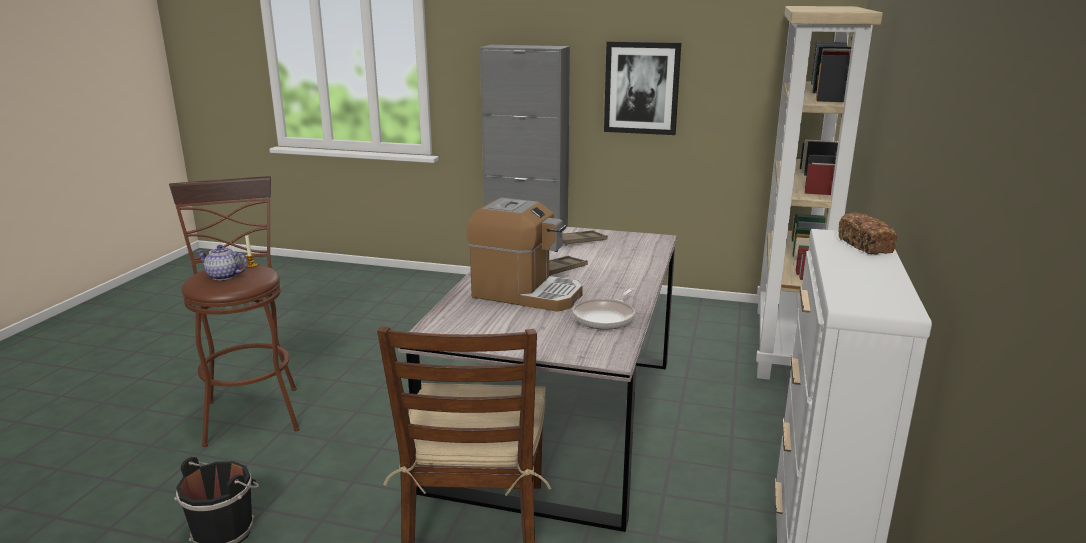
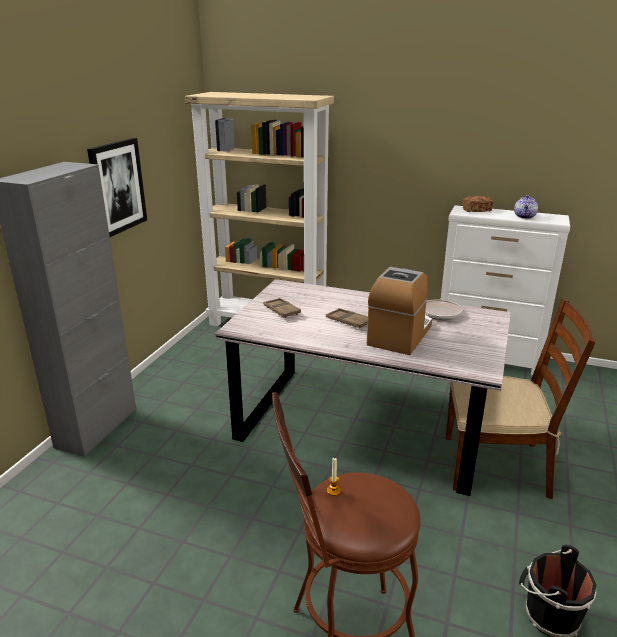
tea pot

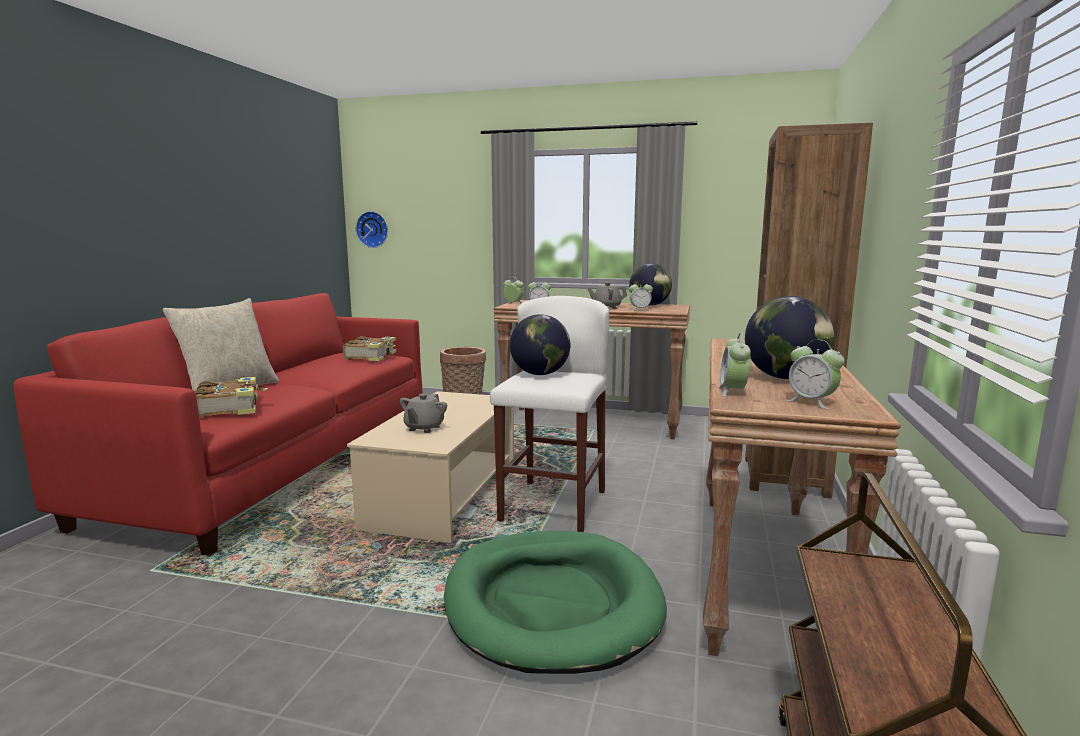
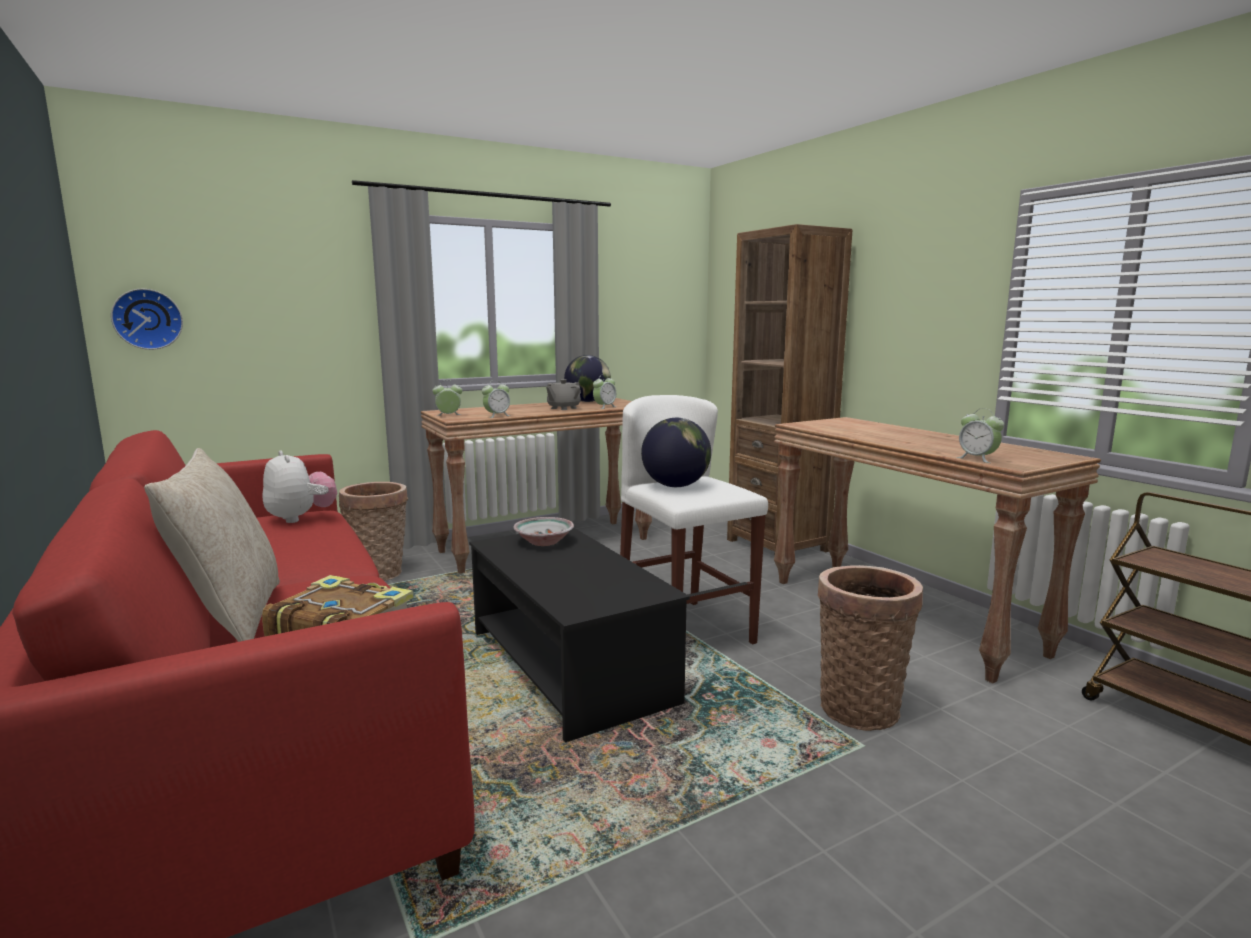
soft toy
black-coloured lounge table
greyish tea pot (1st from left in the first image)
household basket (2nd from left)
world globe (3rd from left in the first image)
alarm clock (5th from left in the first image)
deep dish

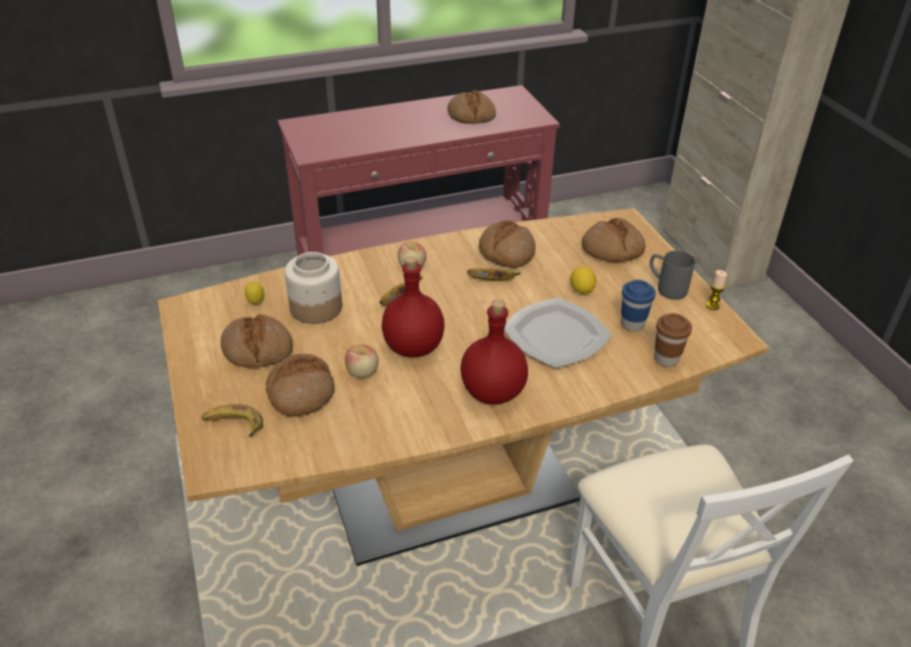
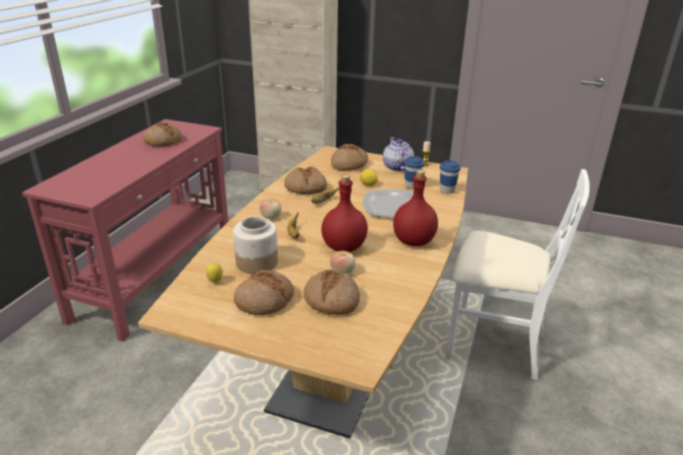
banana (1st from left in the first image)
tea pot
bluish drinking cup (2nd from left)

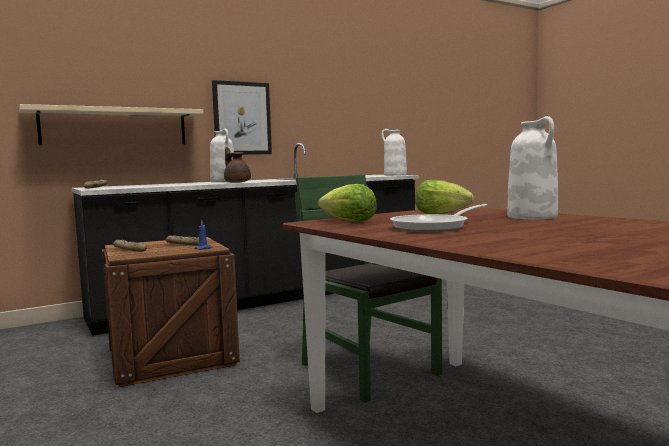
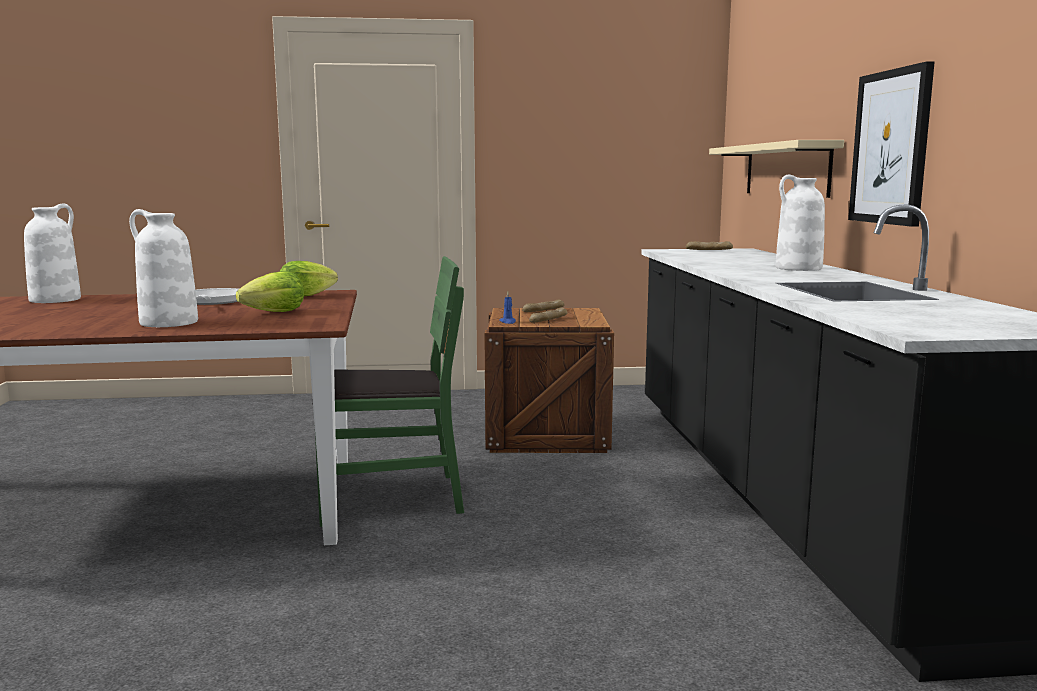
brown-coloured tea pot
white vase (1st from left)

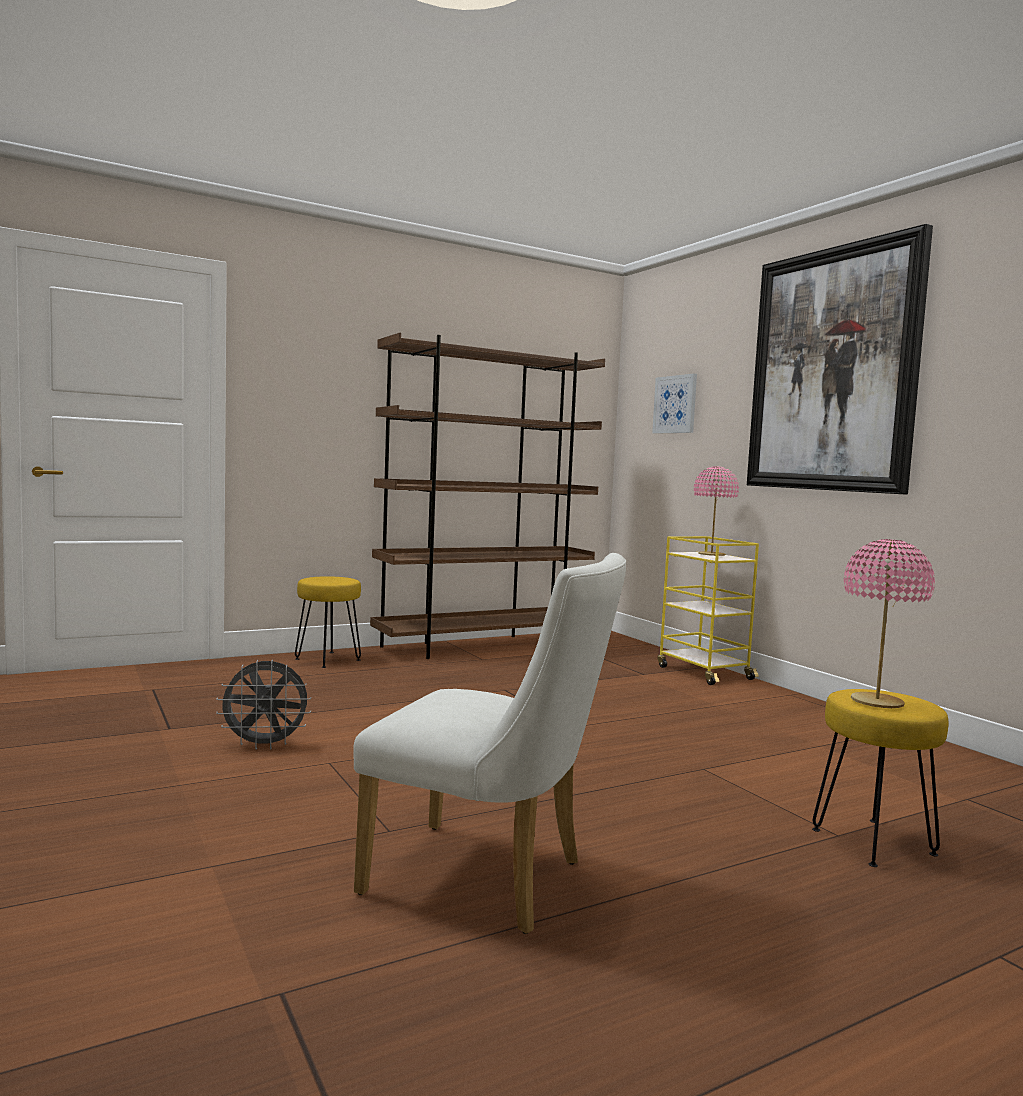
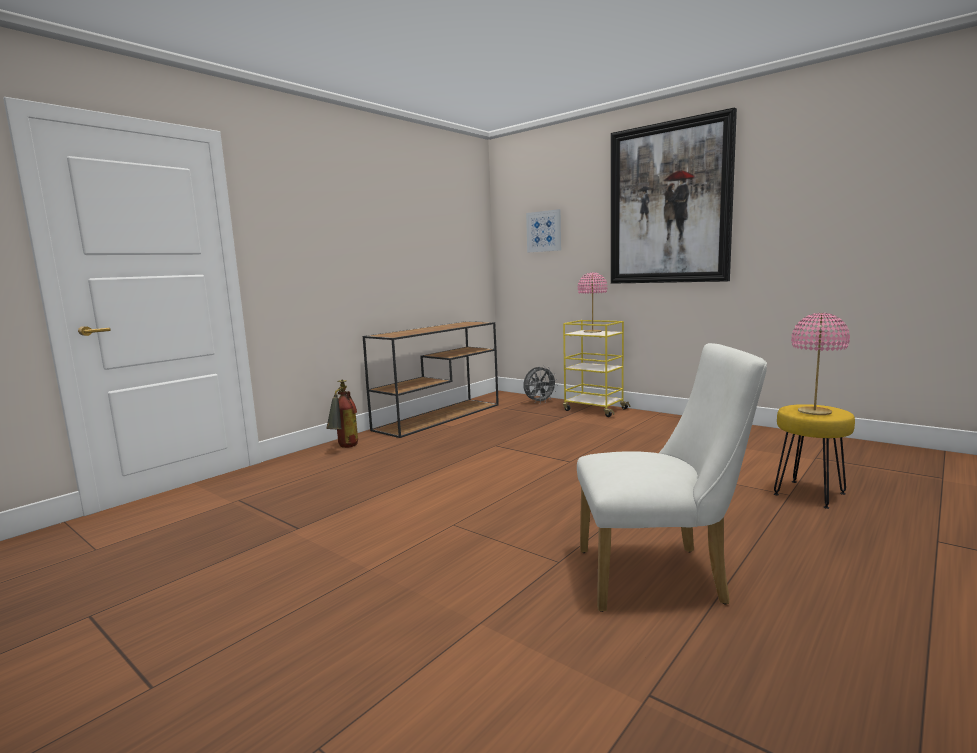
greyish fan
fire extinguisher
brown-coloured hall table

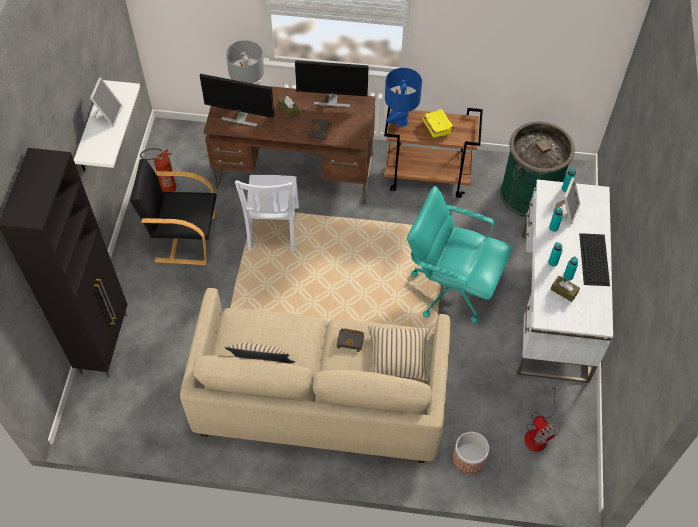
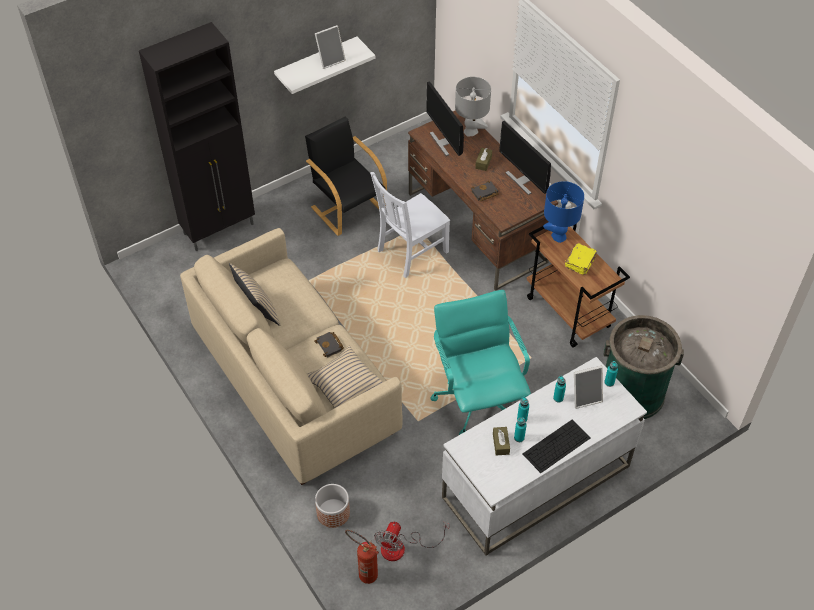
fire extinguisher

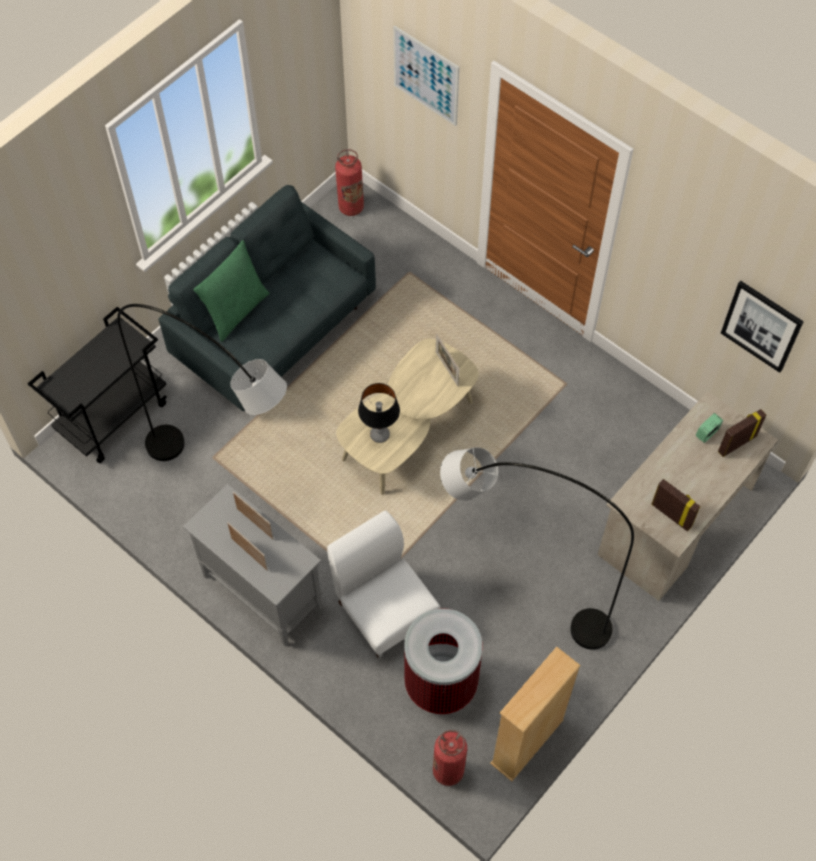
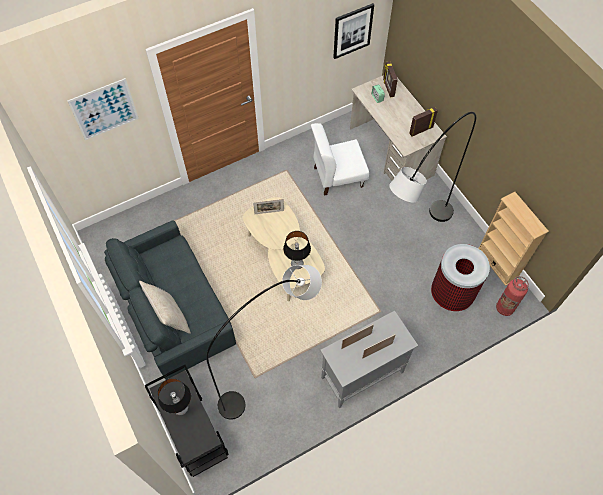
sand-coloured throw pillow
white plain chair
fire extinguisher (1st from left in the first image)
tabletop lamp (1st from left)

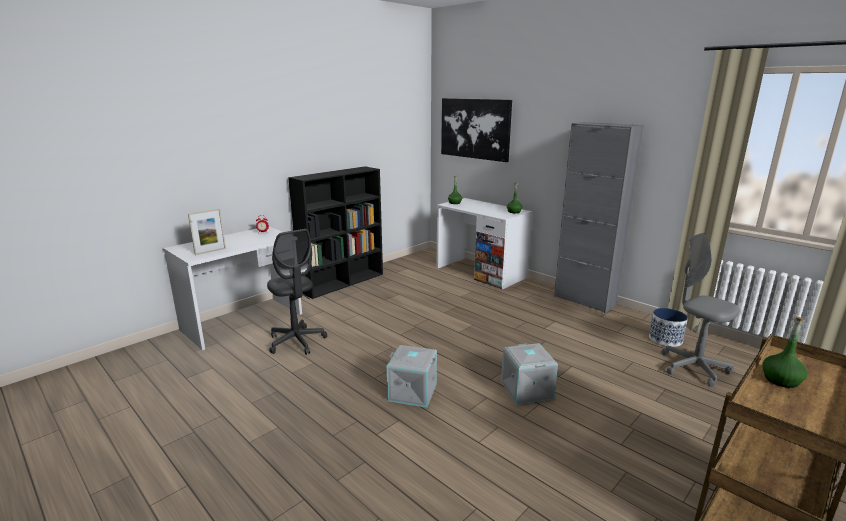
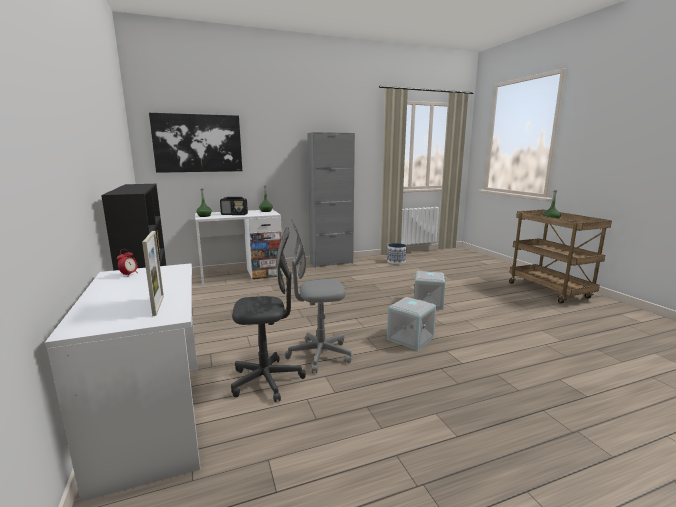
greyish office chair (2nd from left)
radio receiver

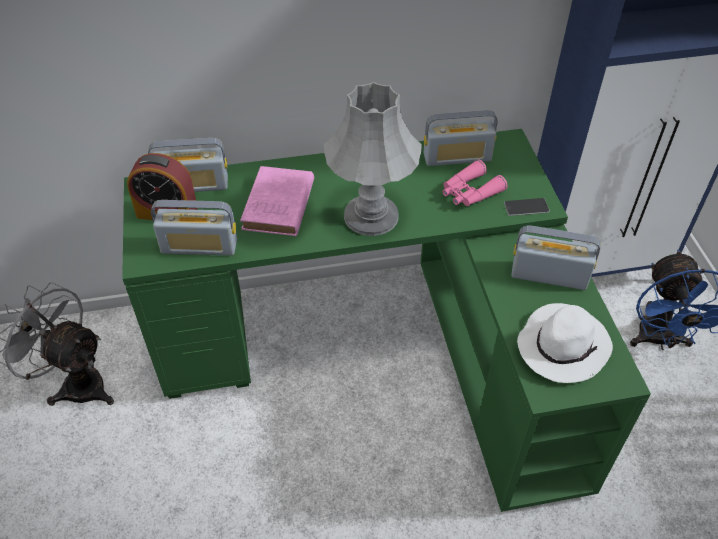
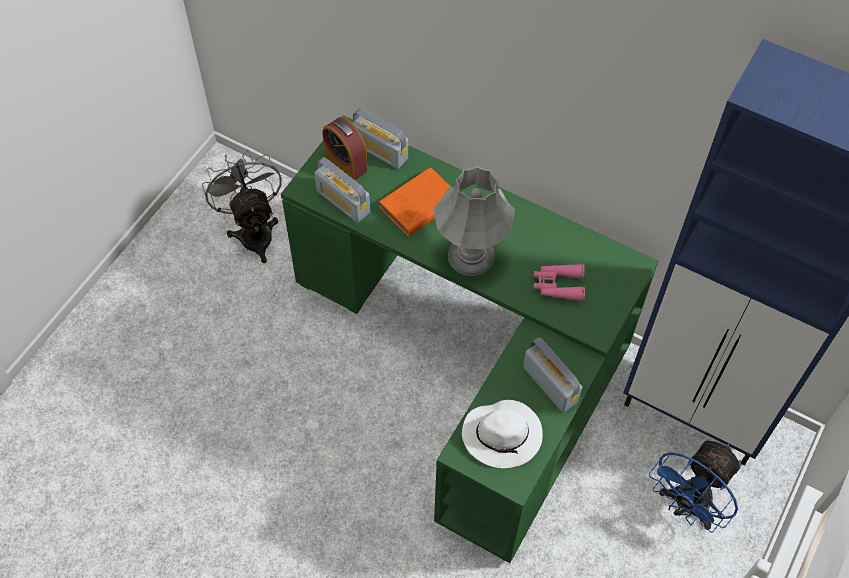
orangey volume
radio receiver (3rd from left in the first image)
phone

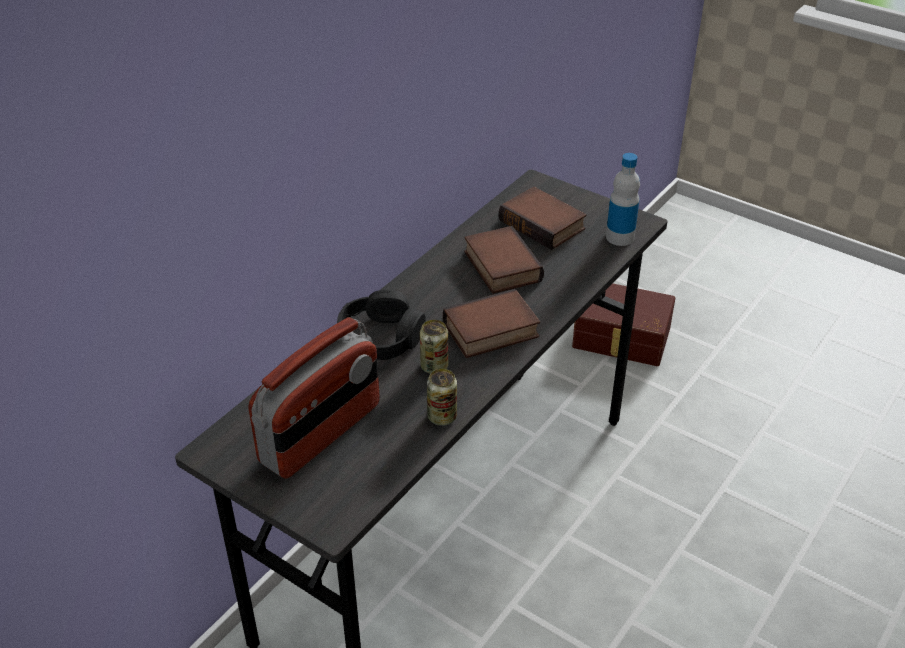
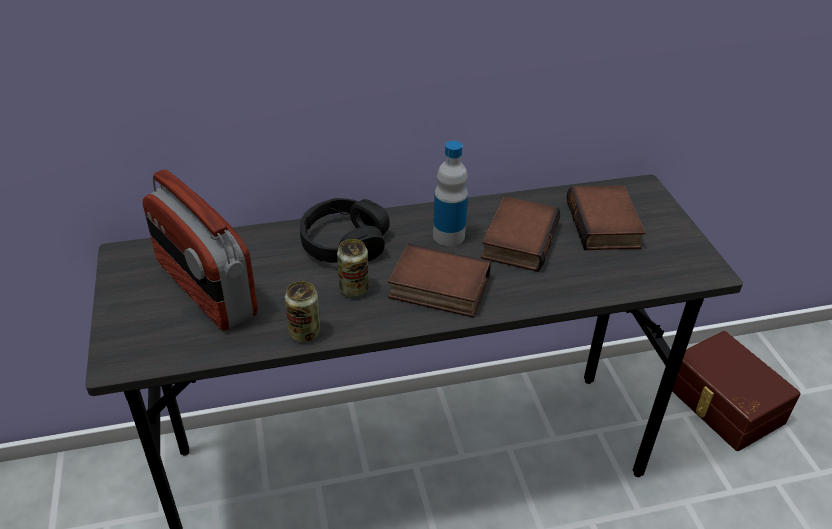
radio receiver
drink bottle

